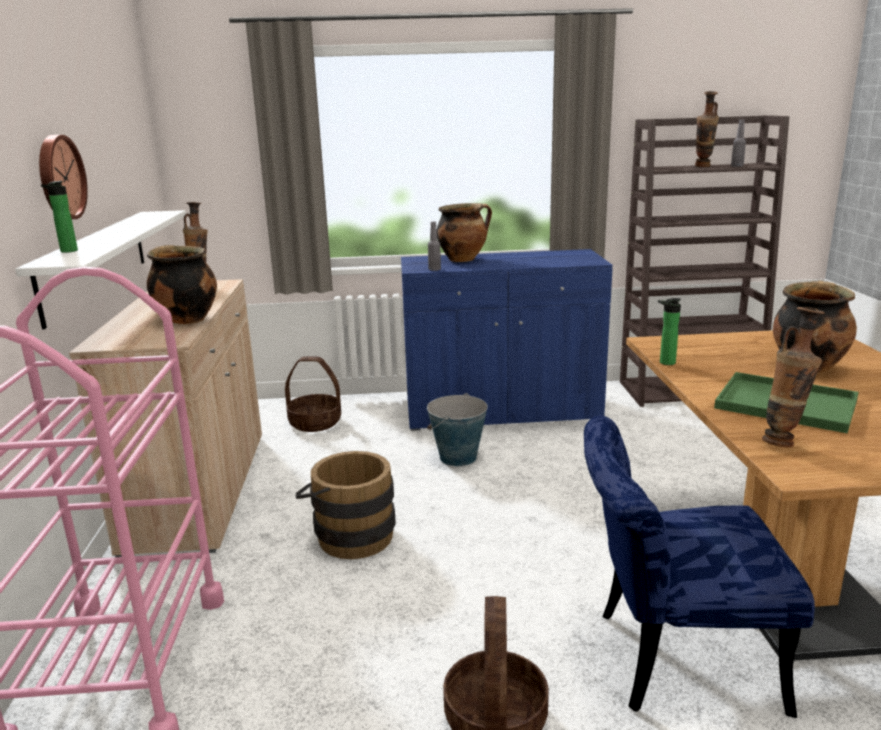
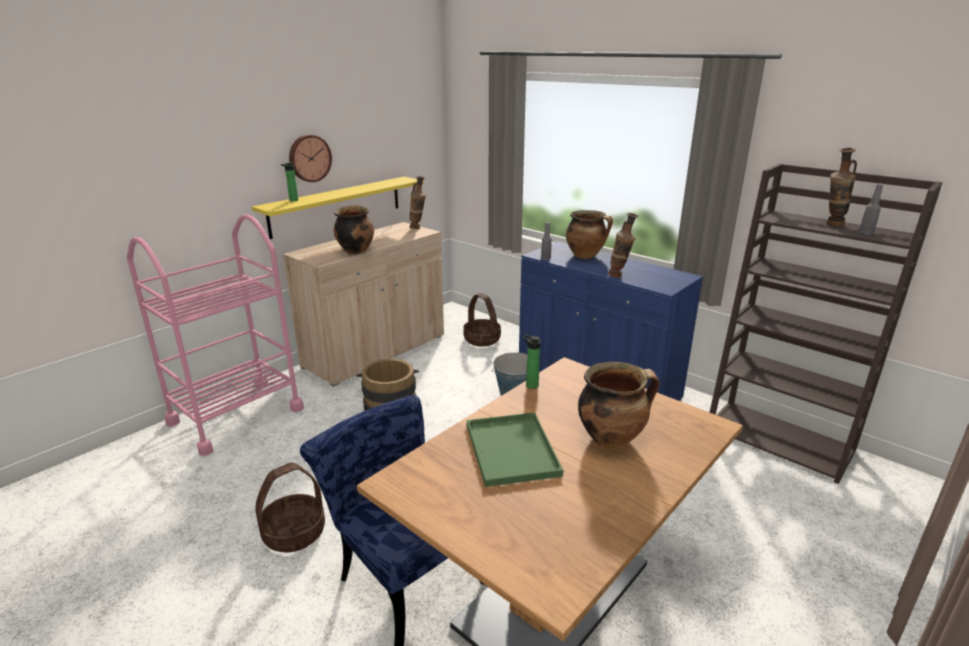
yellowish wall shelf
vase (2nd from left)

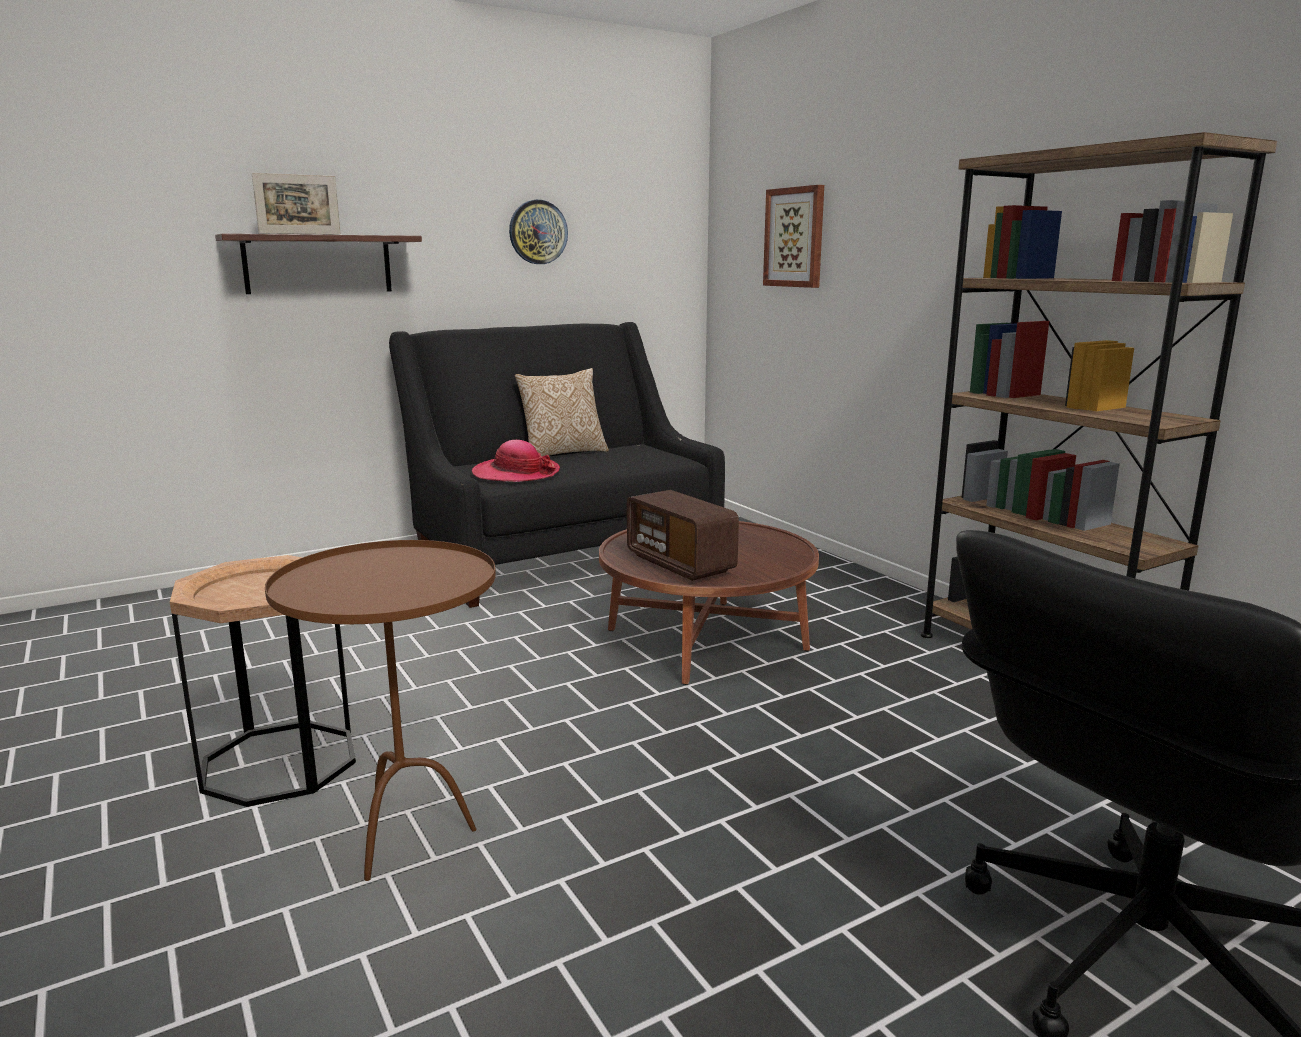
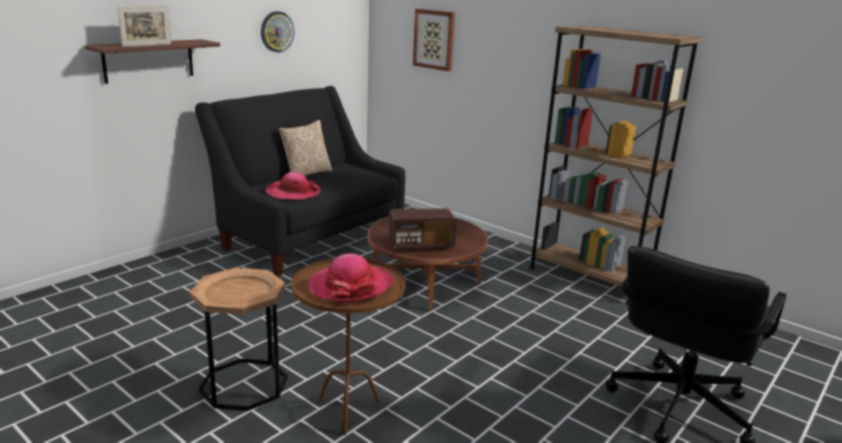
radio receiver
clothing hat (2nd from left)

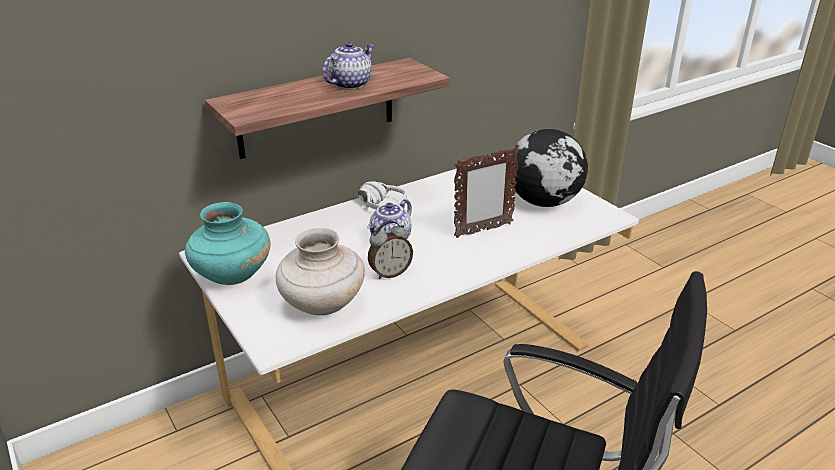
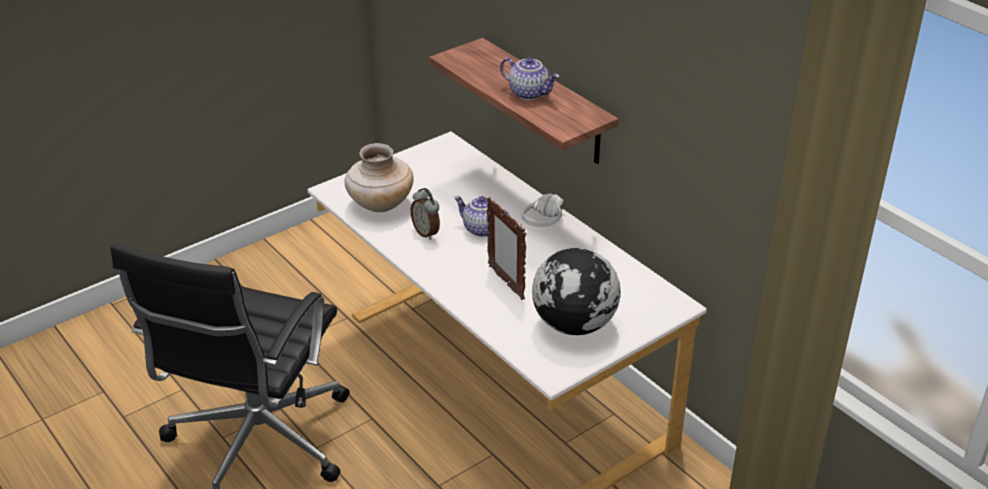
turquoise vase

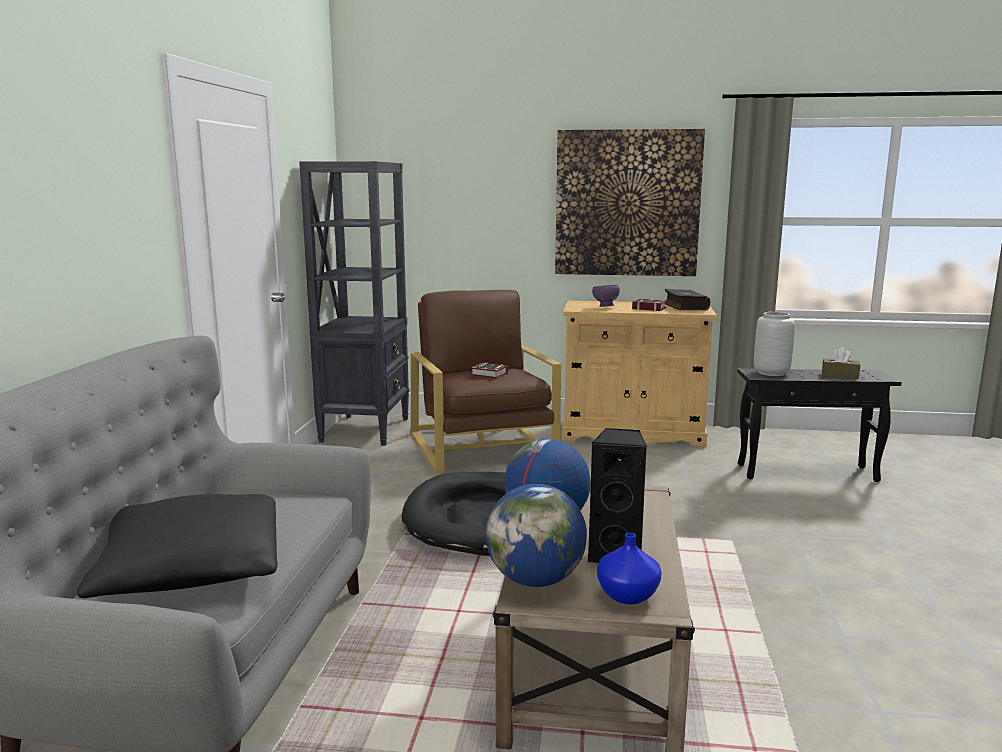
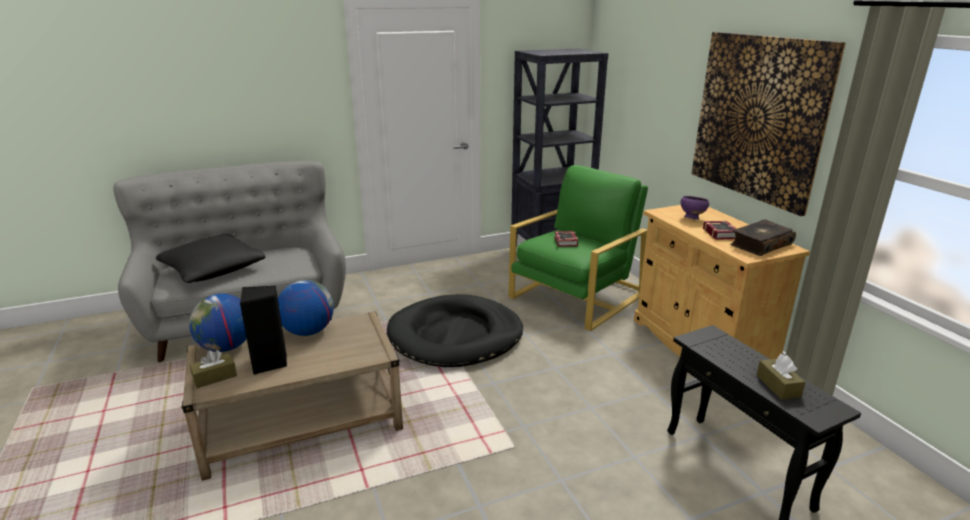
green armchair
brown-coloured tissue holder (1st from left)
greyish vase

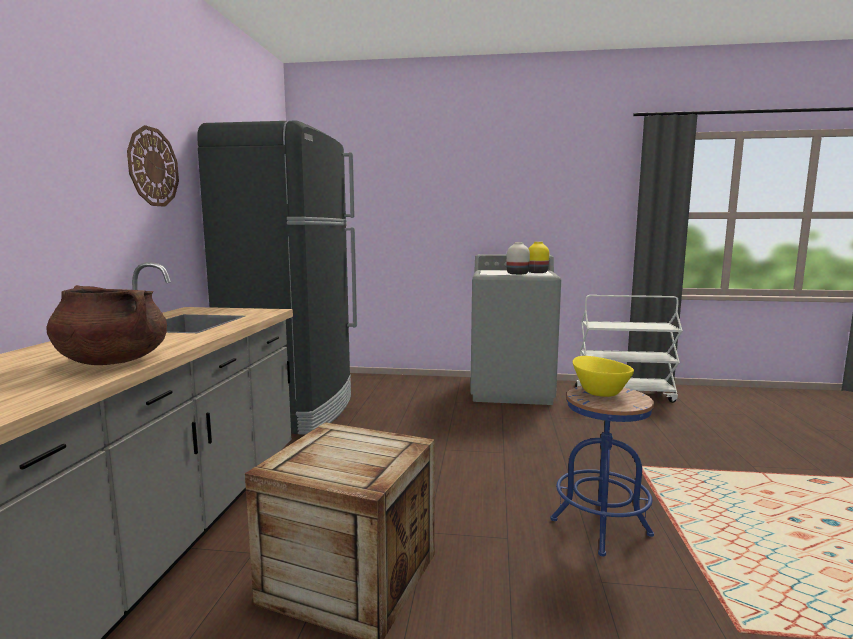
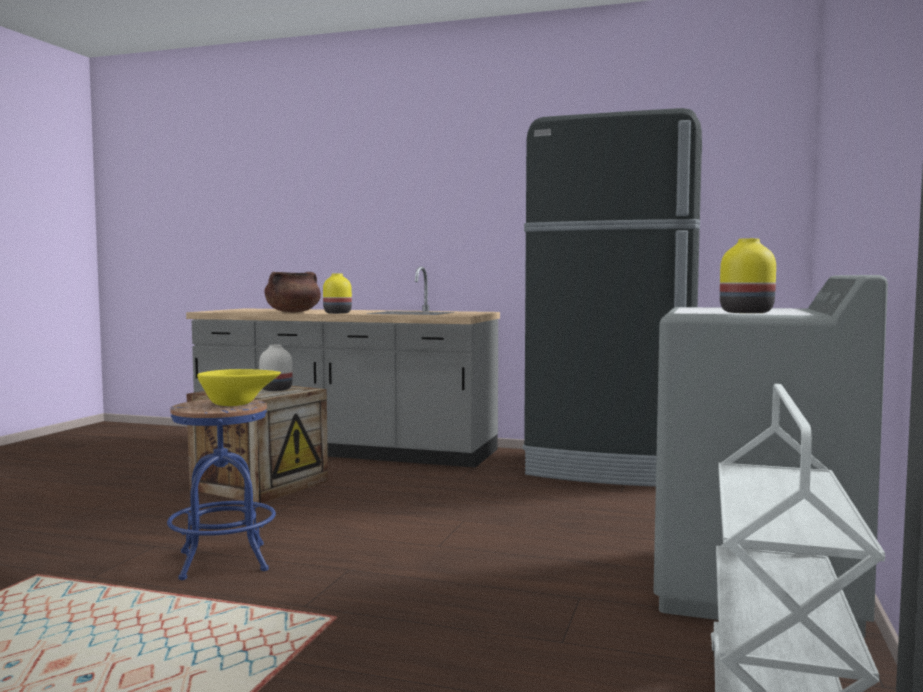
clock on the wall
white vase
yellowish vase (1st from left)

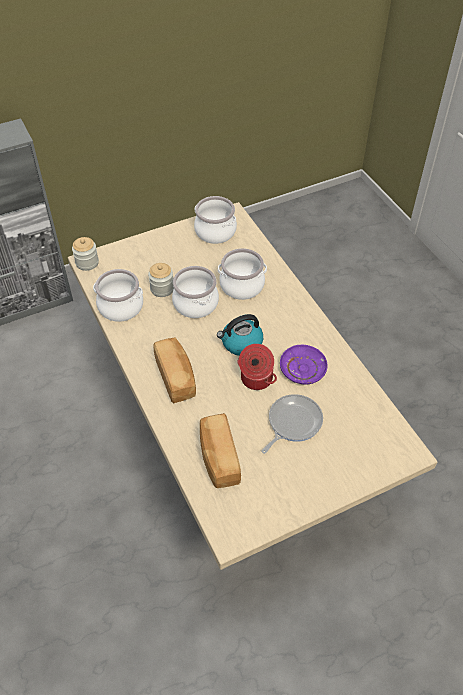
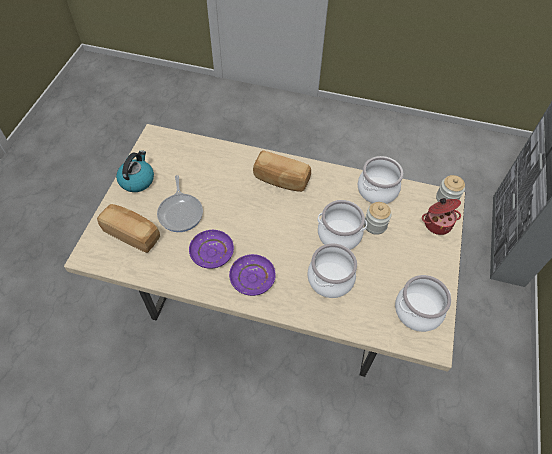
baked bread (1st from left)
tea kettle
cooking pot (5th from left)
purple-coloured dinner plate (2nd from left)

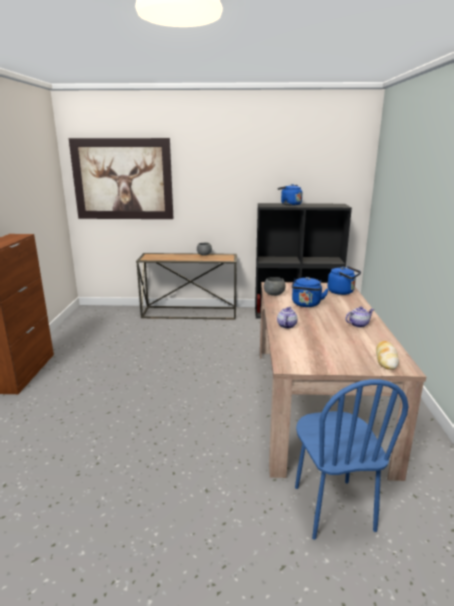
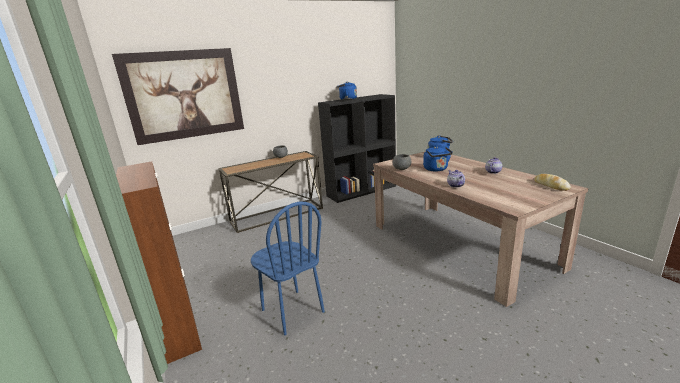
bluish plain chair

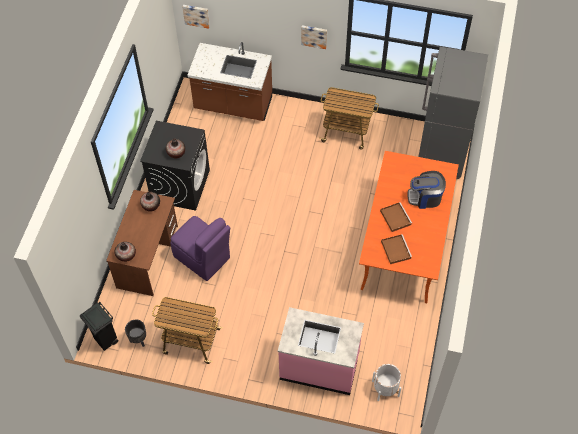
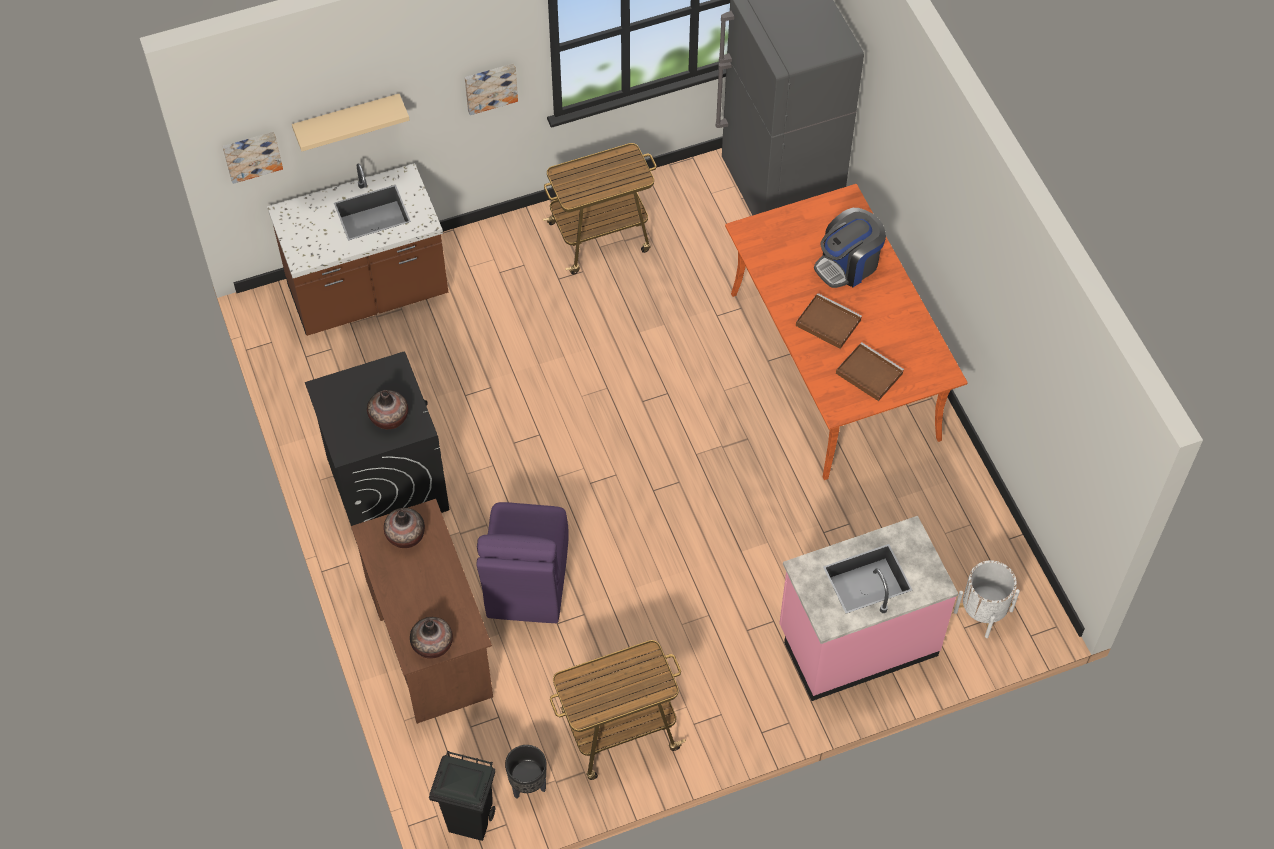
purple-coloured plain chair
sand-coloured wall shelf

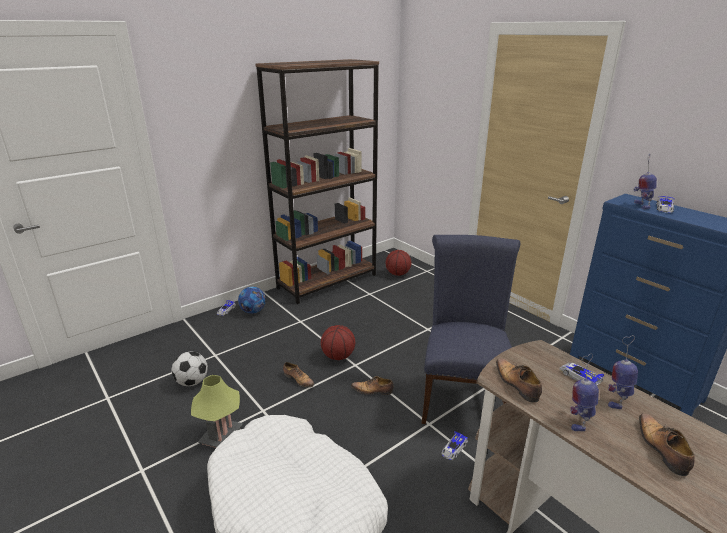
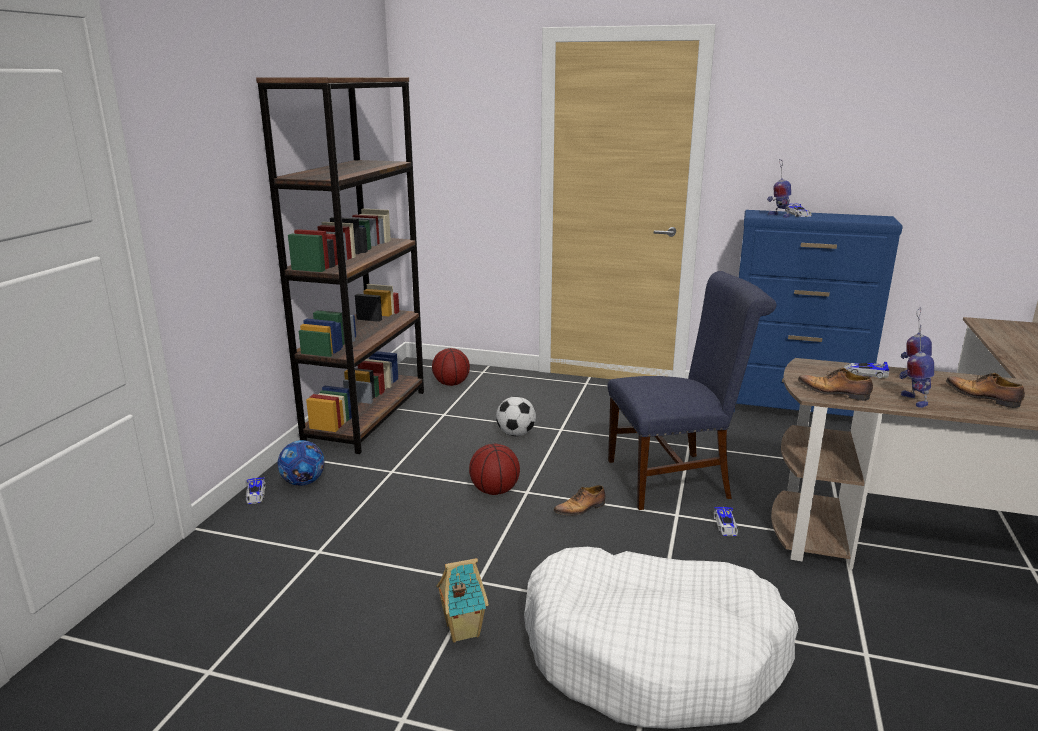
ball for football (2nd from left)
model house
low shoe (1st from left in the first image)
bluish plain chair

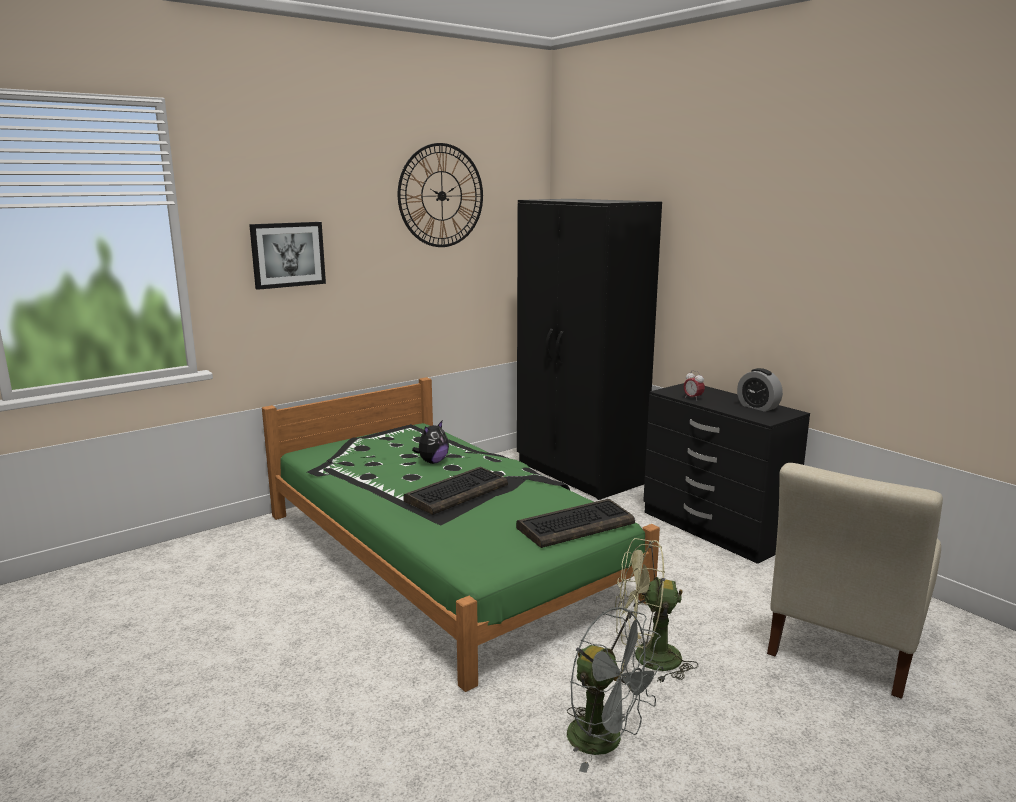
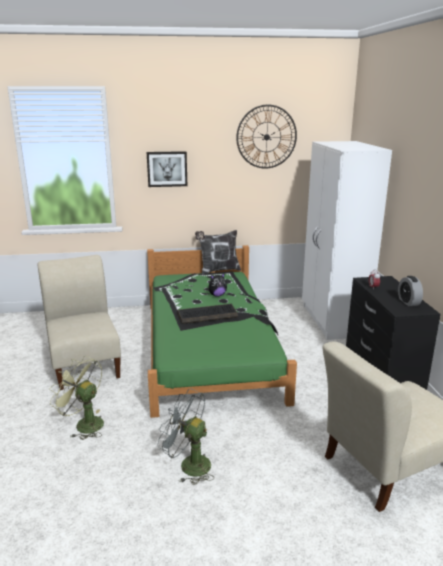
PC keyboard (2nd from left in the first image)
white clothes cupboard
greyish fan
green fan
sand-coloured plain chair (1st from left)
throw pillow

